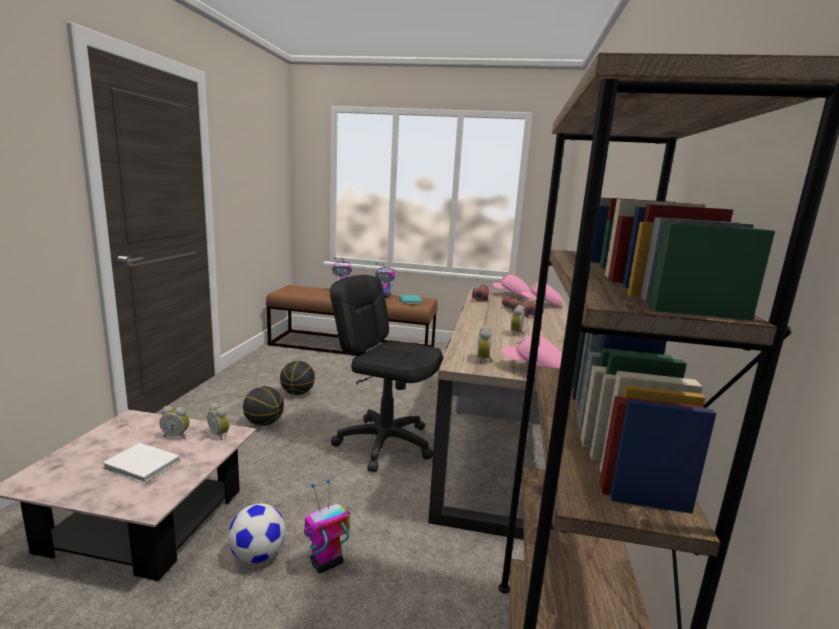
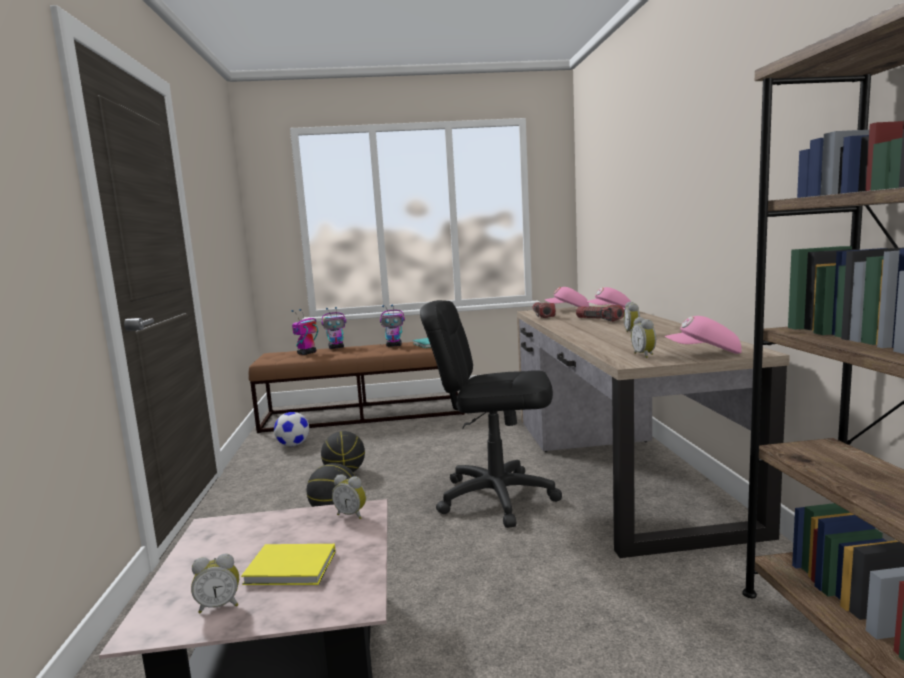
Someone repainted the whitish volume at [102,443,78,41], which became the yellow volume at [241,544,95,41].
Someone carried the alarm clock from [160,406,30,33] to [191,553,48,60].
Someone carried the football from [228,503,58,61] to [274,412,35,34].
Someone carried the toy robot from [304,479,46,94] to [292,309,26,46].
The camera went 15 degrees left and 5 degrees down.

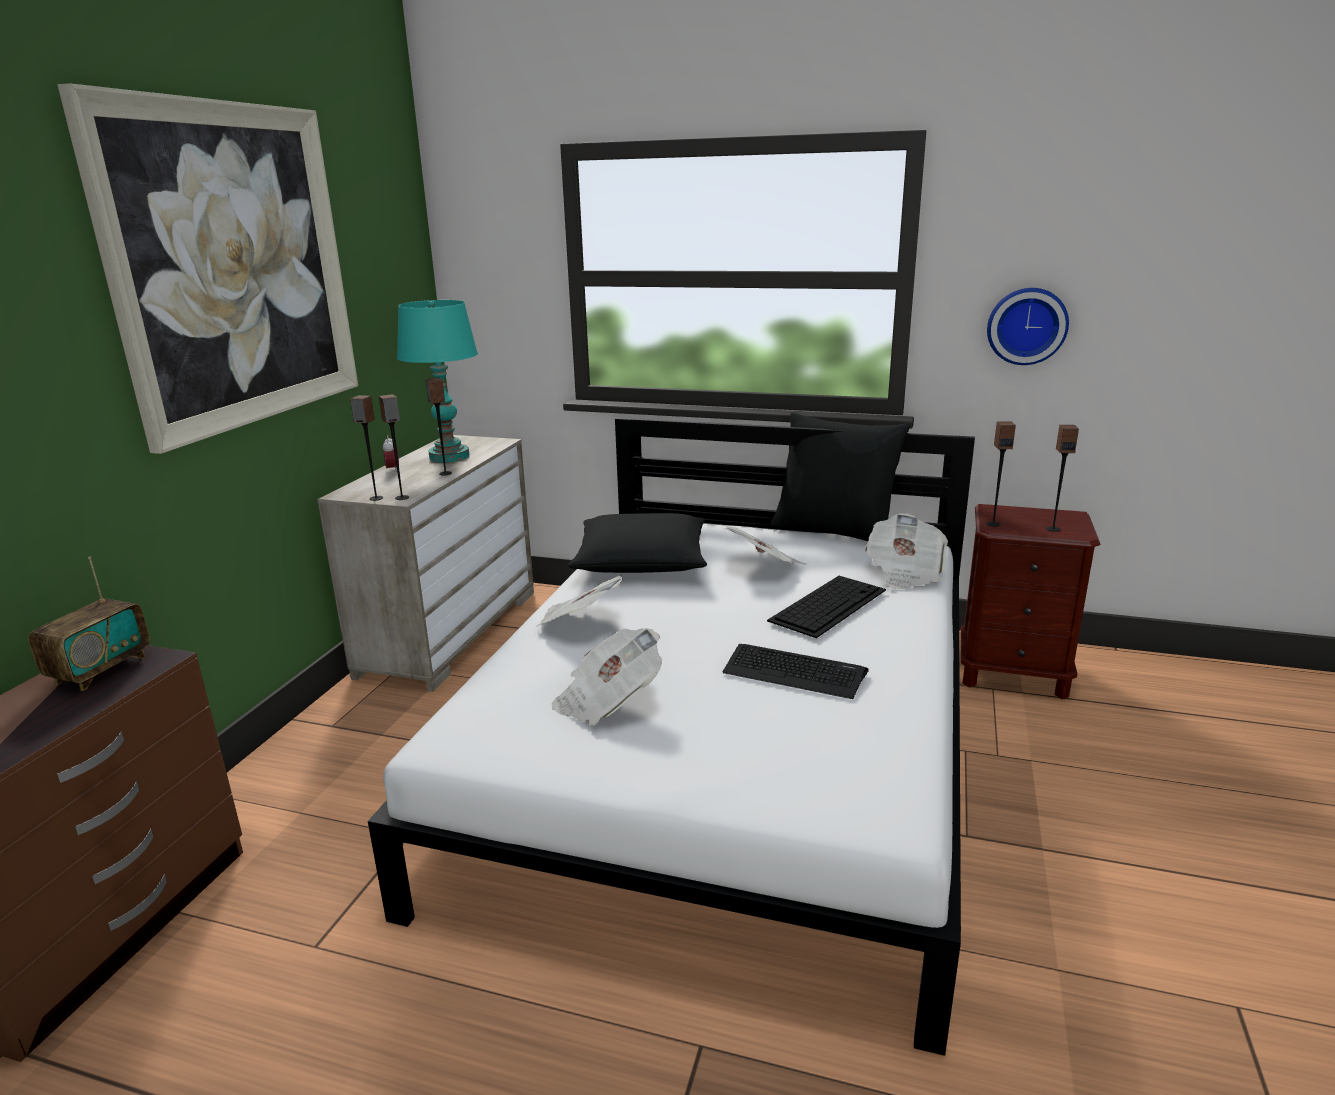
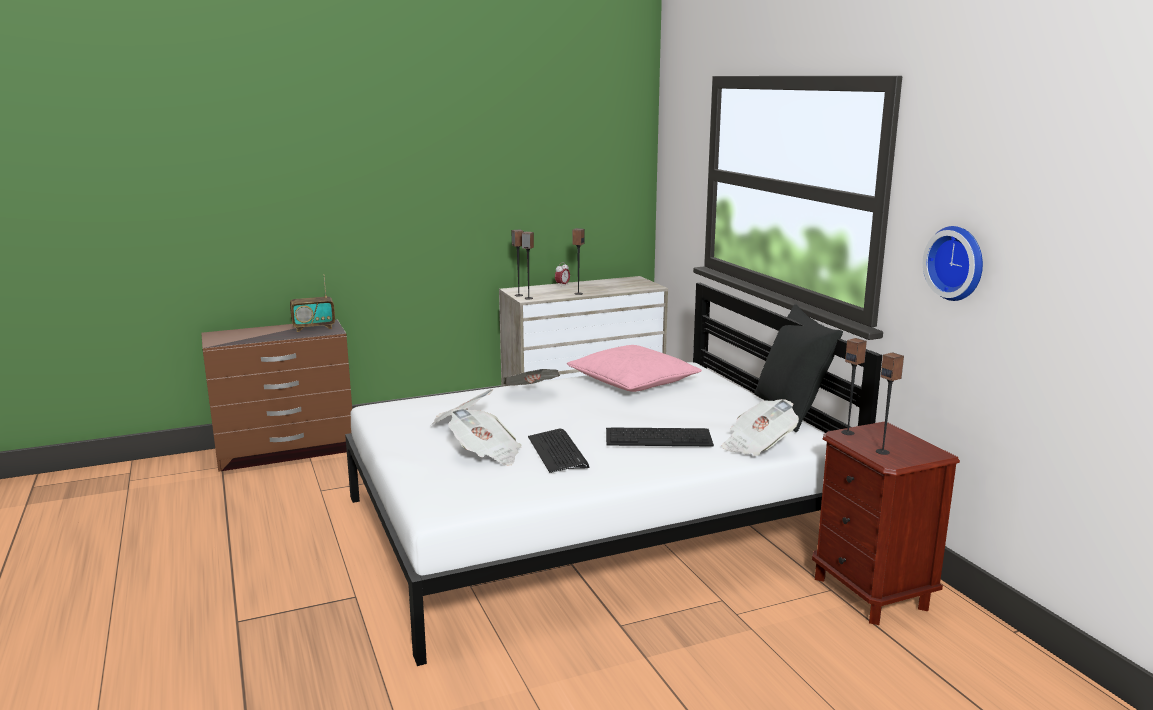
Someone took away the wall picture at [57,83,301,371].
Someone took away the turquoise lamp for a table at [397,300,81,162].
Someone repainted the blackish pillow at [568,513,139,60], which became the pinkish pillow at [567,345,135,47].
Someone carried the printed paper from [724,527,82,37] to [448,408,74,57].
The camera went 50 degrees right and 5 degrees down.

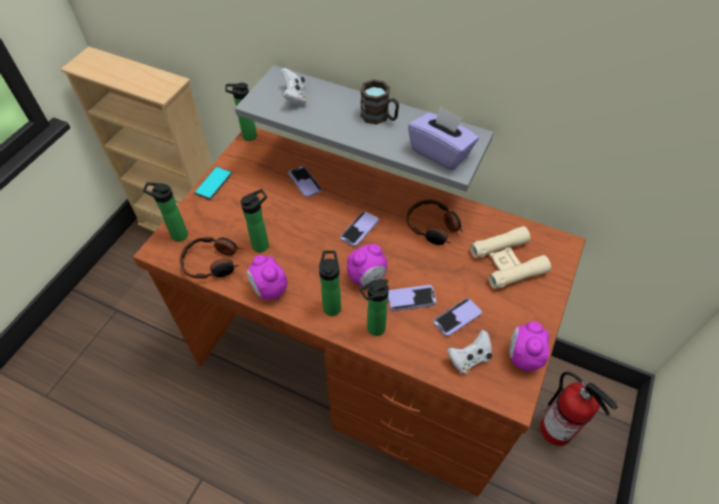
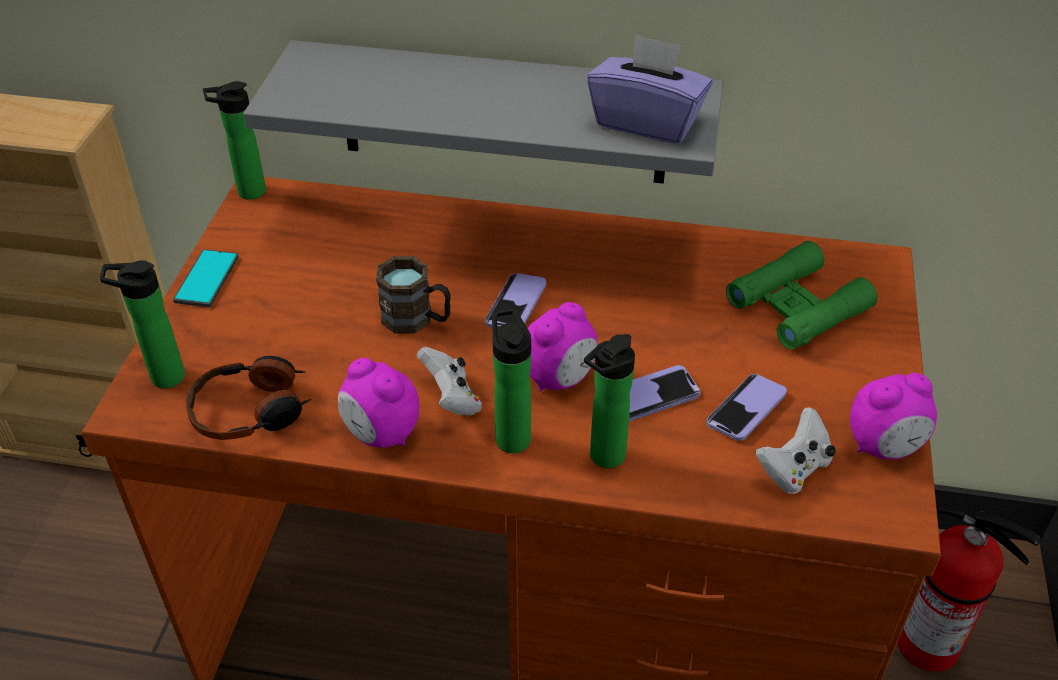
Someone took away the beverage bottle at [240,189,29,63].
Someone carried the whitish joypad from [281,68,25,38] to [417,347,65,68].
Someone took away the handset at [288,166,34,31].
Someone carried the brown tea mug from [360,79,39,46] to [376,256,75,77].
Someone took away the headphones at [406,199,57,46].
Someone repainted the beige-coloured binoculars at [470,226,81,63], which became the green binoculars at [726,241,152,109].
Someone rotated the alarm clock at [510,321,39,51] by 105 degrees counterclockwise.
The camera went 15 degrees left and 10 degrees down.

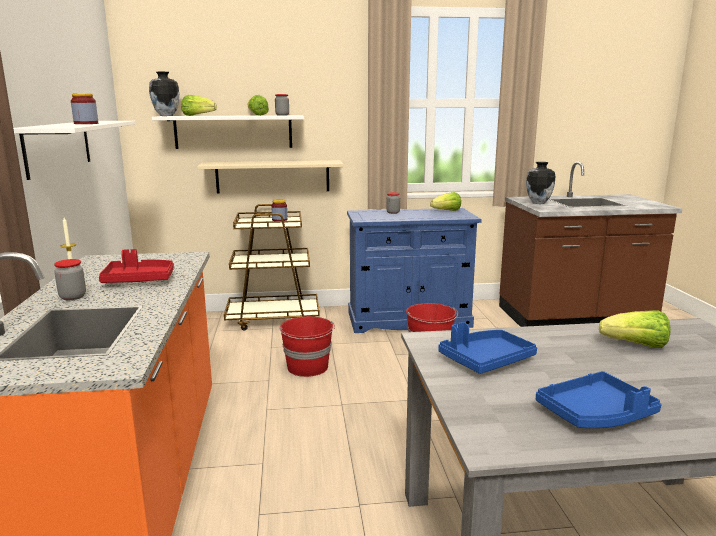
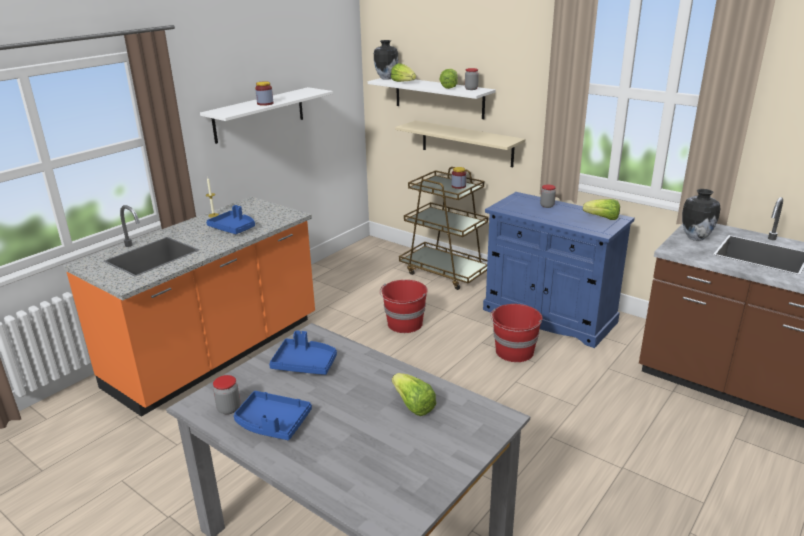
Someone carried the storage jar from [54,259,32,41] to [213,375,27,40].
Someone repainted the reddish tray at [99,249,75,34], which became the blue tray at [206,205,49,29].
The camera went 45 degrees right and 10 degrees up.

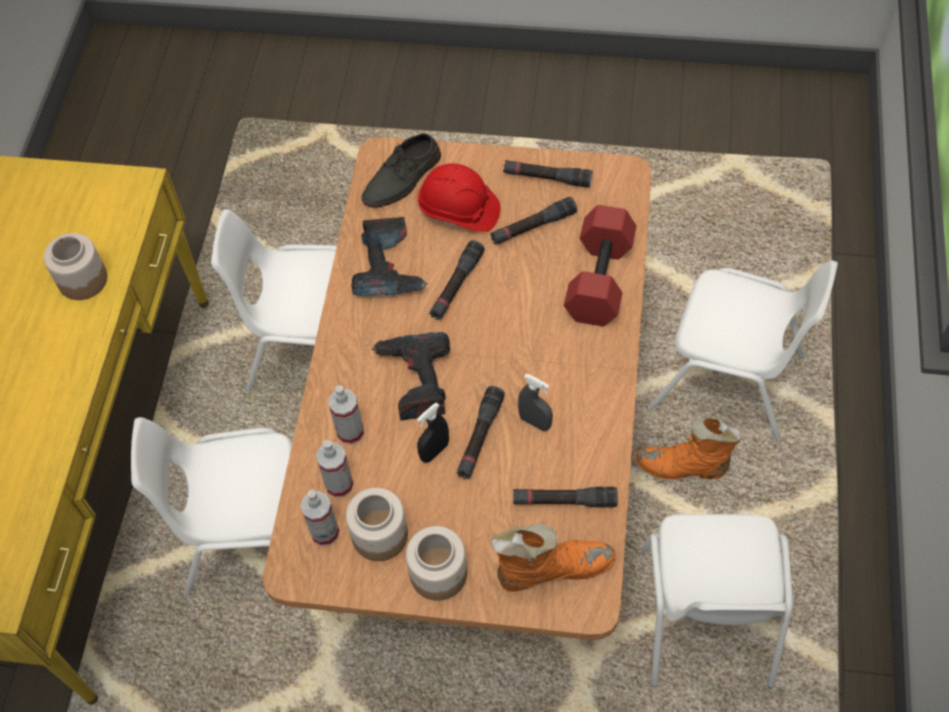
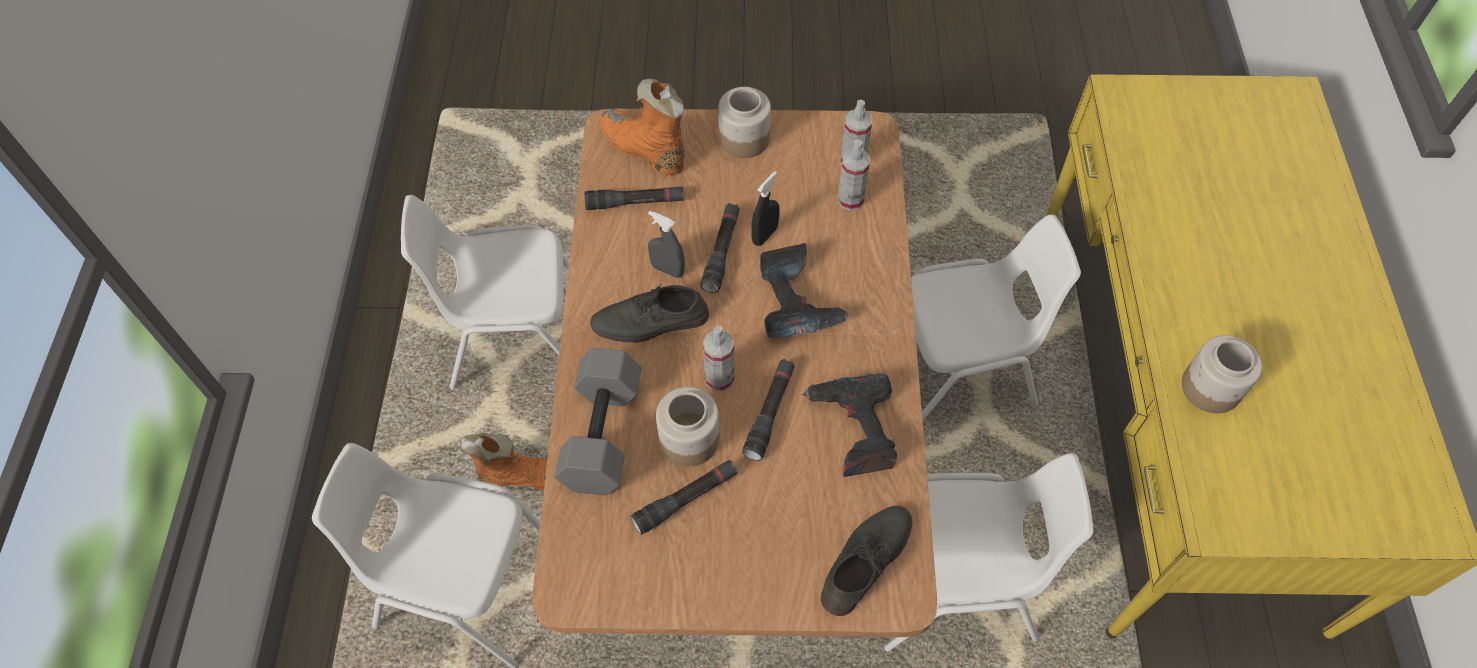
Someone carried the sprayer from [329,385,35,59] to [703,325,31,67].
Someone carried the storage jar from [346,488,62,73] to [656,387,63,79].
Someone took away the reddish hard hat at [418,164,83,68].
Someone rotated the orange-coloured tall boot at [491,523,125,69] by 60 degrees clockwise.
Someone took away the blackish hand torch at [503,160,90,28].
Someone repainted the reddish free weight at [564,205,73,121], which became the gray free weight at [554,348,88,147].
Someone rotated the whitish plain chair at [640,514,153,174] by 90 degrees counterclockwise.
Someone put down the gray low shoe at [590,284,119,59].
The camera went 170 degrees right and 0 degrees up.

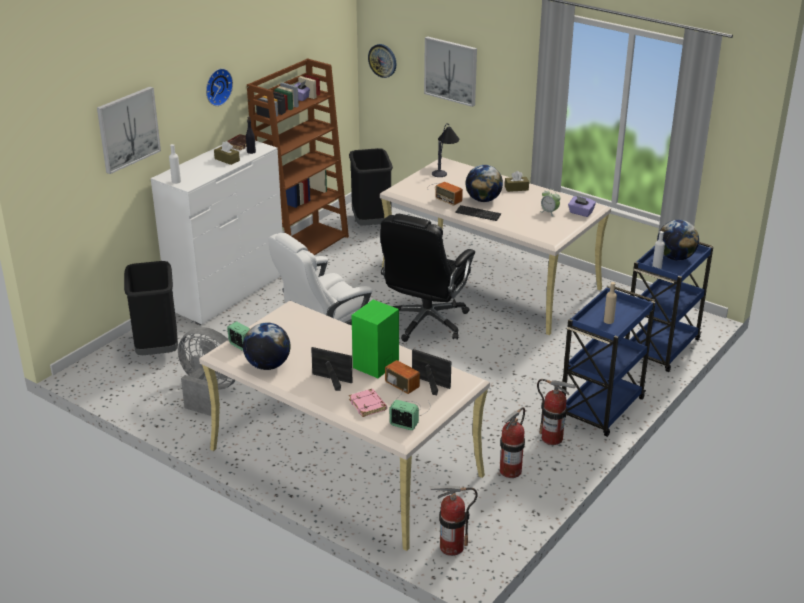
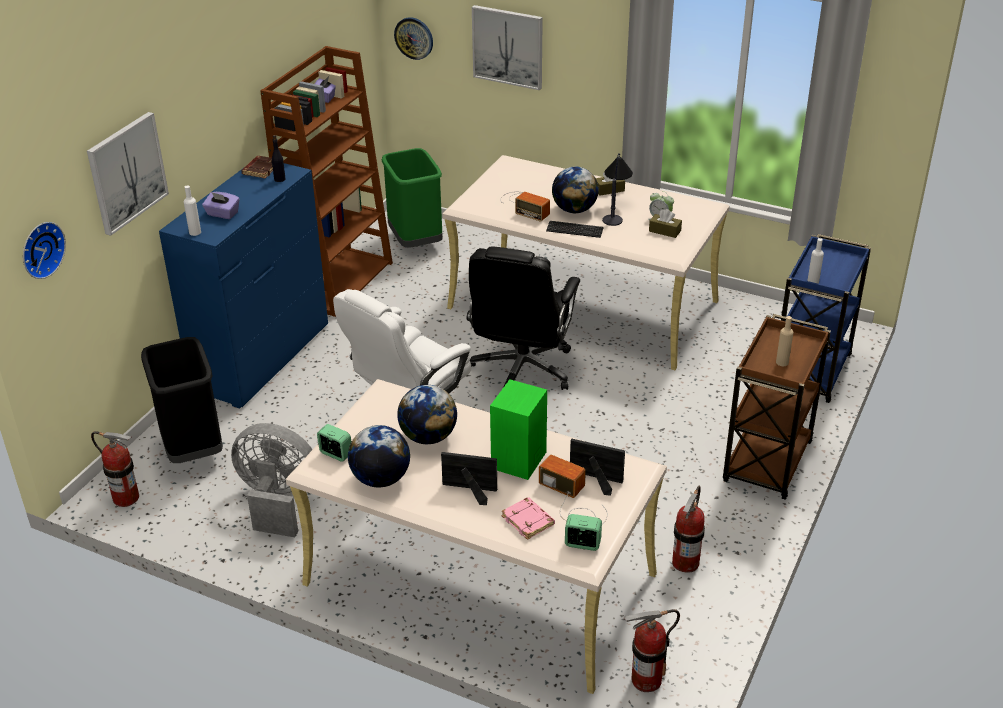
Someone repainted the whitish drawer chest at [151,141,132,185], which became the blue drawer chest at [159,163,169,246].
Someone carried the hanging clock from [206,68,27,38] to [23,222,43,57].
Someone carried the brown tissue holder from [214,141,26,24] to [649,209,33,29].
Someone repainted the blackish waste bin at [349,148,44,78], which became the green waste bin at [382,148,61,100].
Someone carried the lamp for a table from [432,123,27,54] to [602,153,31,73].
Someone carried the extinguisher from [537,379,40,66] to [91,431,48,76].
Someone repainted the blue wheeled cart at [562,286,93,151], which became the brown wheeled cart at [723,314,108,186].
Someone carried the purple-coloured tissue holder from [568,196,28,21] to [202,192,37,27].
Someone carried the desk globe from [657,220,42,41] to [397,385,60,59].
The camera went 10 degrees left and 5 degrees up.

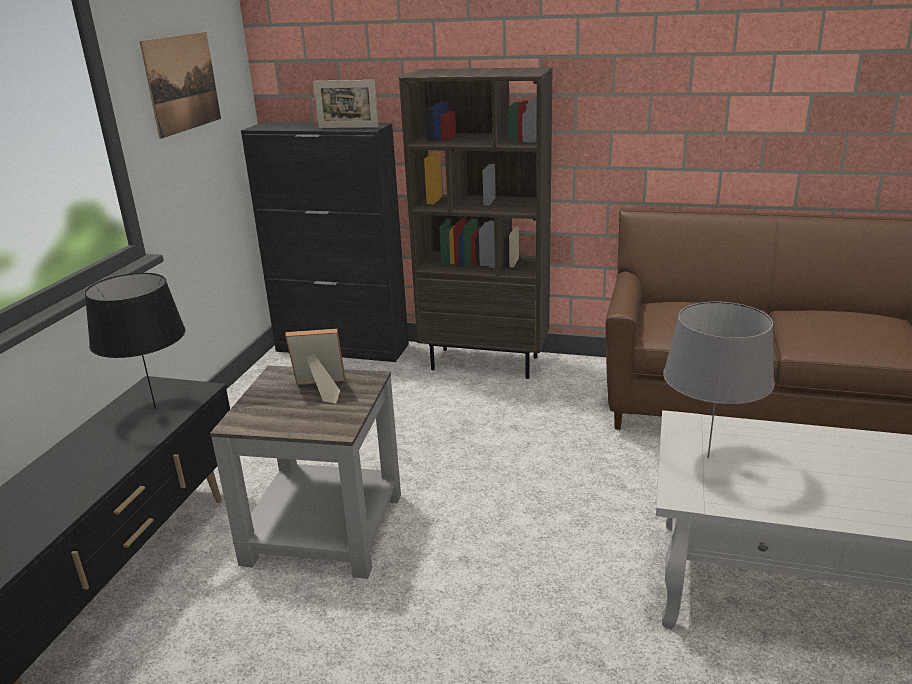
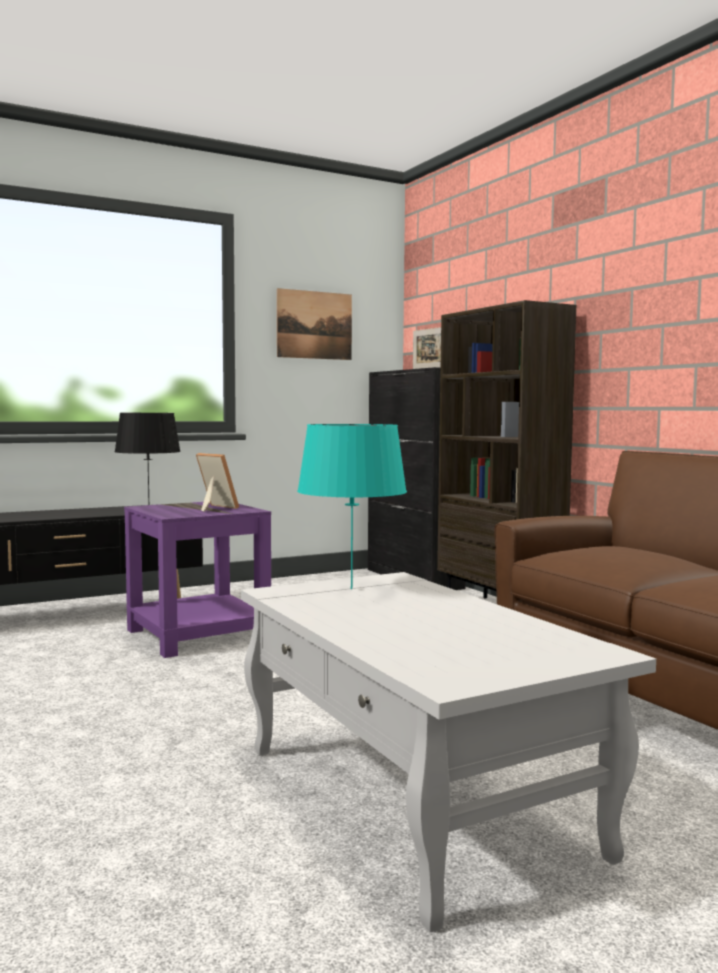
Someone repainted the gray end table at [210,365,191,214], which became the purple-coloured end table at [124,502,147,156].
Someone repainted the gray lamp for a table at [663,302,112,156], which became the turquoise lamp for a table at [297,424,110,165].
The camera went 45 degrees right and 20 degrees down.

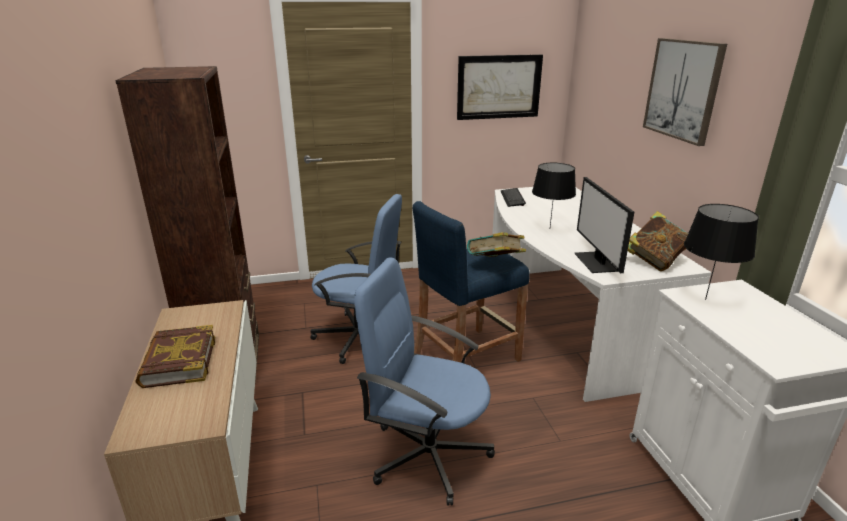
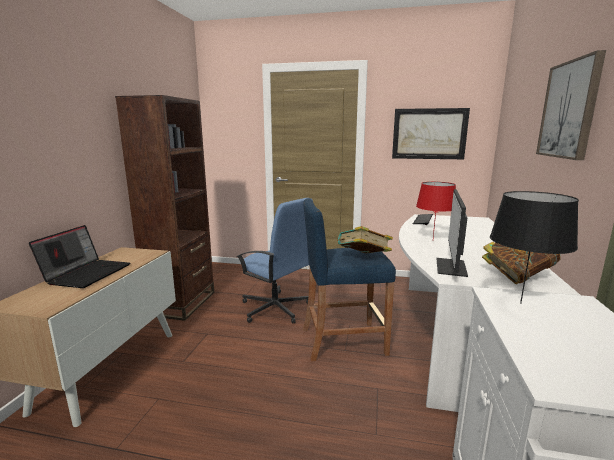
Someone swapped the volume at [136,325,79,63] for the notebook computer at [29,225,101,63].
Someone took away the blue computer chair at [354,258,141,248].
Someone repainted the blackish lamp for a table at [532,163,44,63], which became the reddish lamp for a table at [416,182,40,56].
The camera went 25 degrees right and 10 degrees down.

